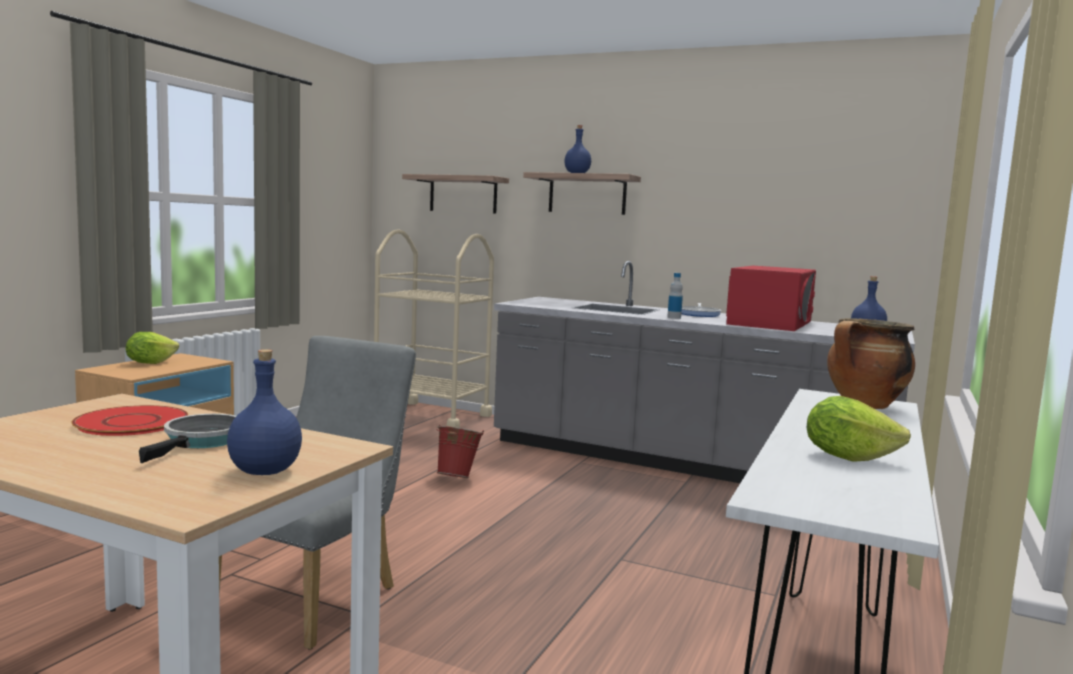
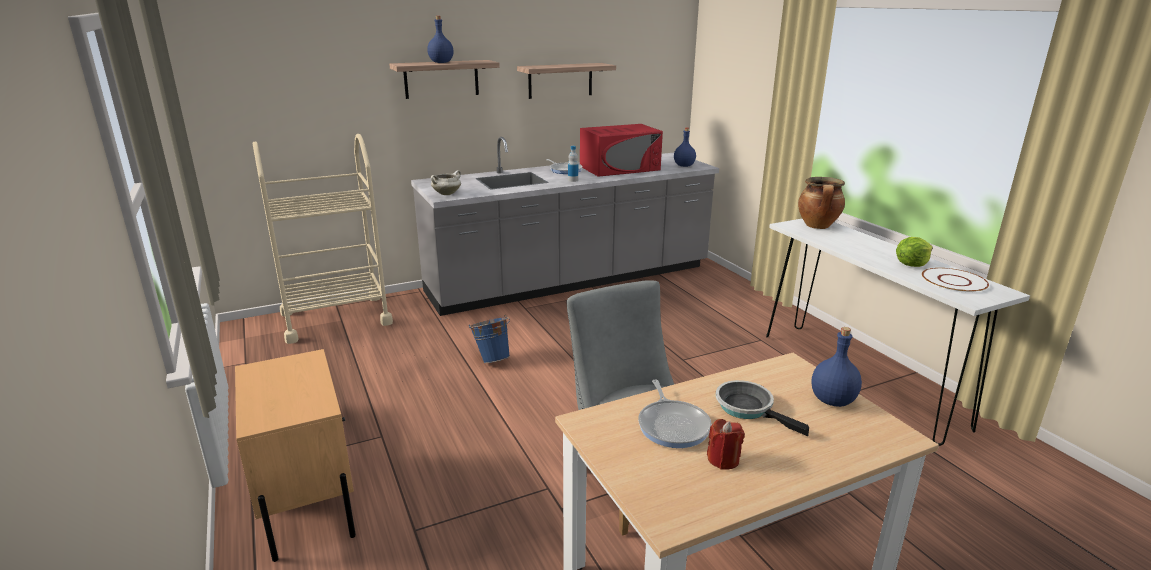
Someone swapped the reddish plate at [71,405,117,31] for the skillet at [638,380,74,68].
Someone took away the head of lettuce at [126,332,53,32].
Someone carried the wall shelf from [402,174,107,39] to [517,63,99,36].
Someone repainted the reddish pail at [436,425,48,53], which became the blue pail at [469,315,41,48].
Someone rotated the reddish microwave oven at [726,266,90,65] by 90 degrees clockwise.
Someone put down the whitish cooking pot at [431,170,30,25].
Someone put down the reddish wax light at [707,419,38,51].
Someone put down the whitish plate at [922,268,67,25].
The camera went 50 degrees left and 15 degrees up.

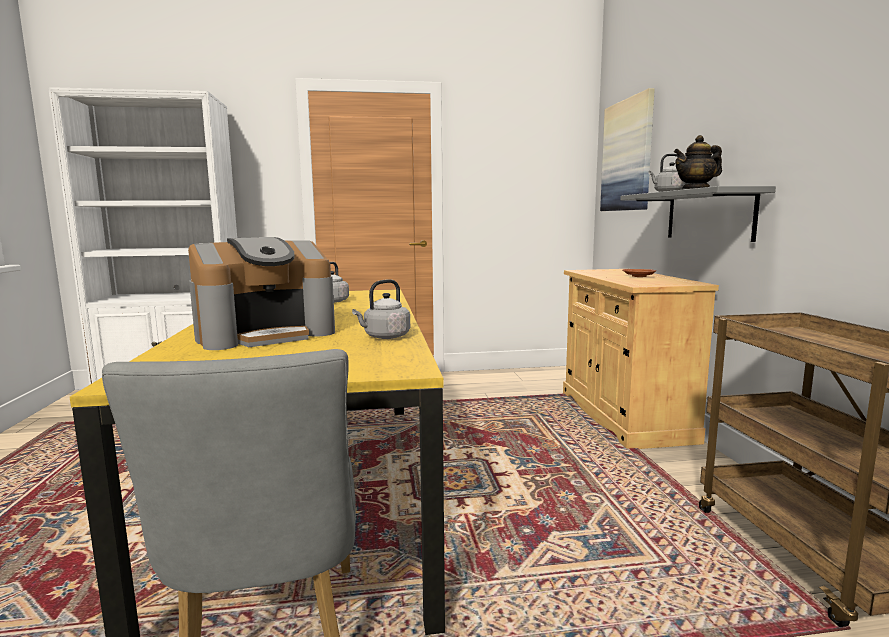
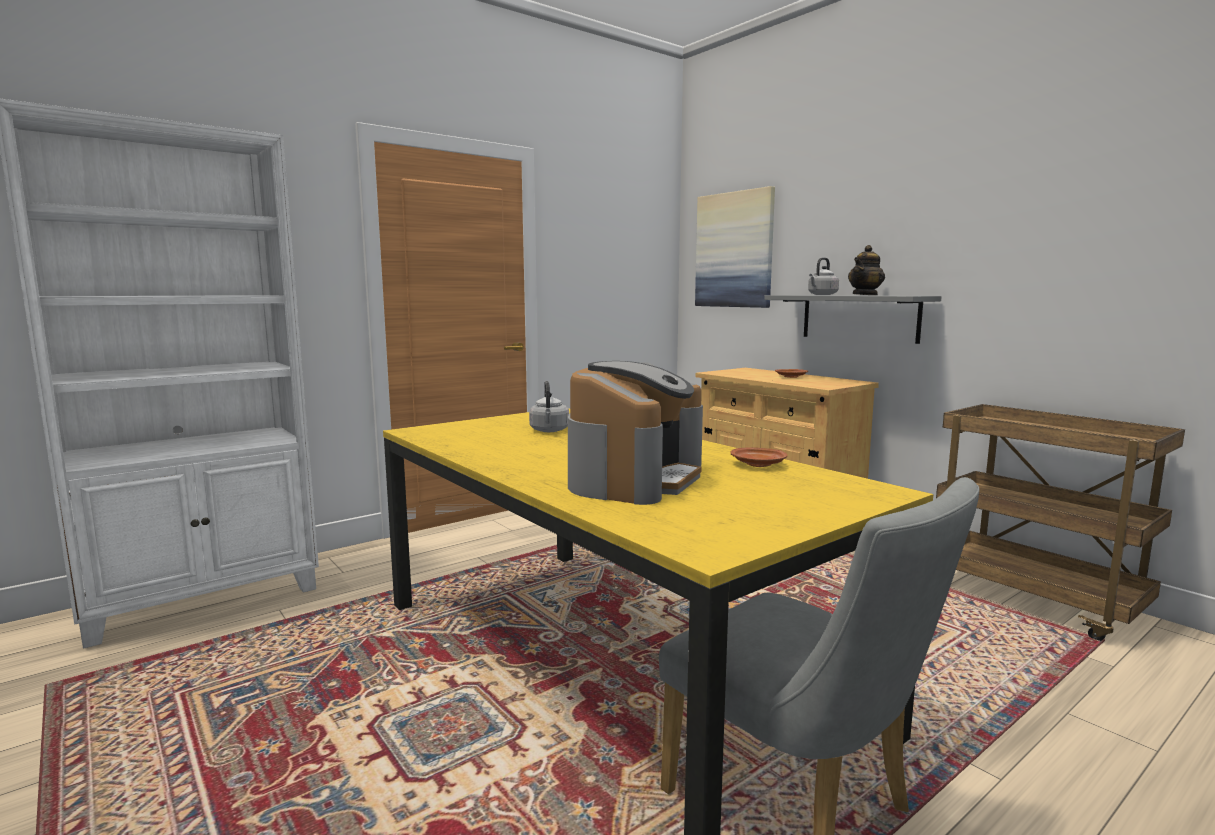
Someone swapped the gray kettle at [352,279,58,60] for the brown plate at [730,447,57,20].
The camera went 30 degrees left and 0 degrees up.

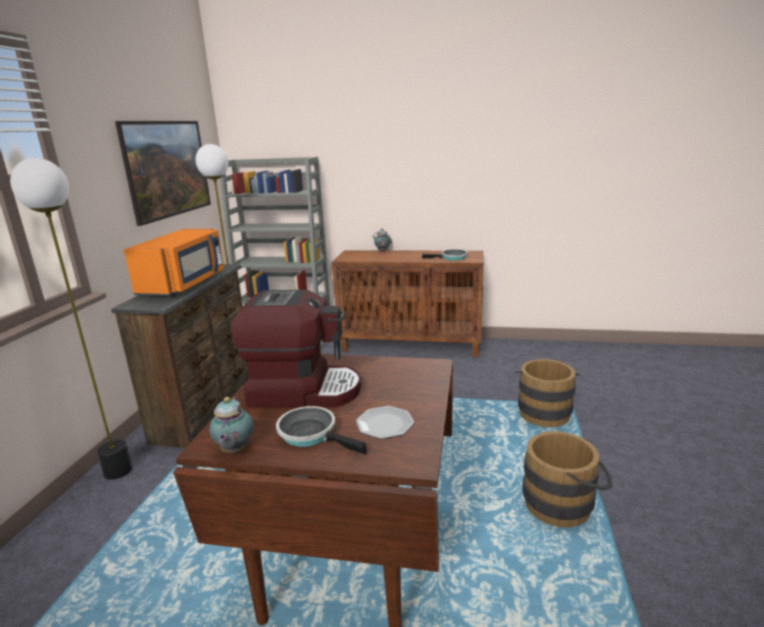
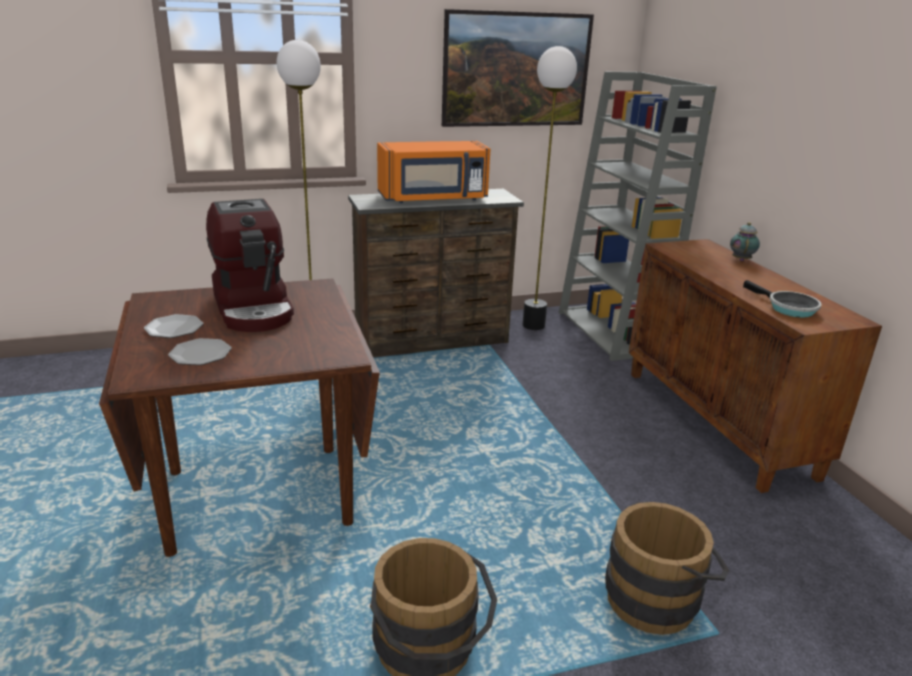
Someone took away the tea pot at [209,397,45,56].
Someone swapped the skillet at [276,406,91,48] for the plate at [144,314,59,24].
The camera went 60 degrees right and 5 degrees up.

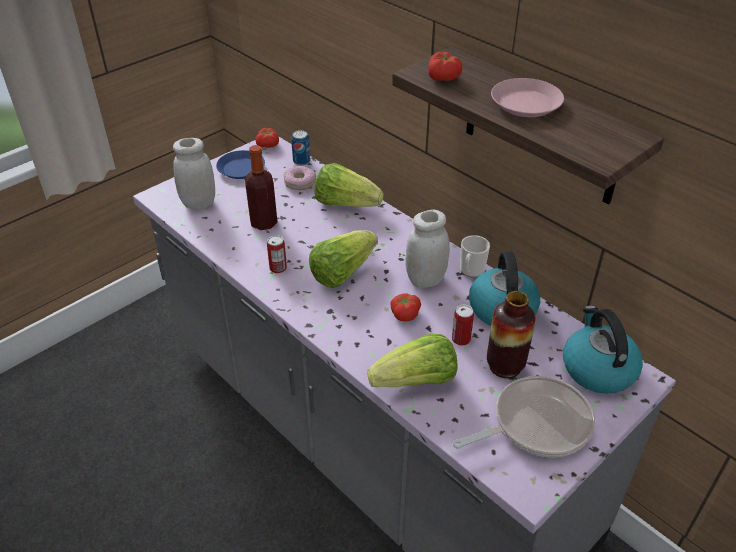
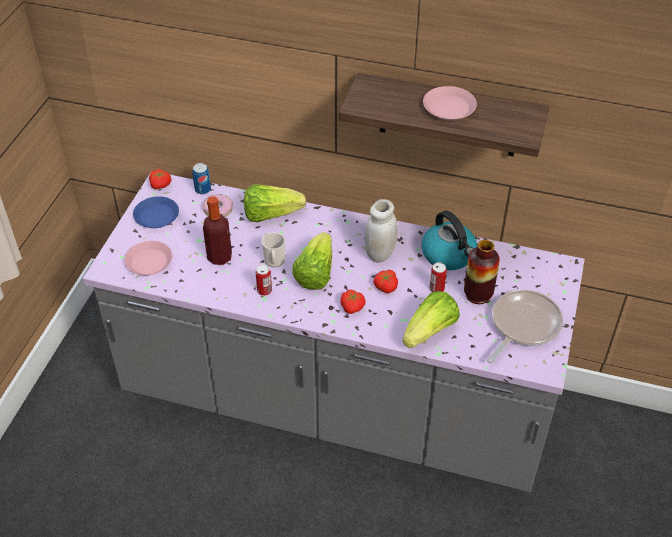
Someone swapped the whitish storage jar at [173,138,42,71] for the pinkish plate at [124,241,48,34].
Someone carried the fresh tomato from [428,52,34,29] to [341,290,25,24].
Someone carried the tea mug from [460,235,30,42] to [261,232,25,35].
Someone took away the kettle at [563,306,80,88].
The camera went 30 degrees left and 5 degrees up.

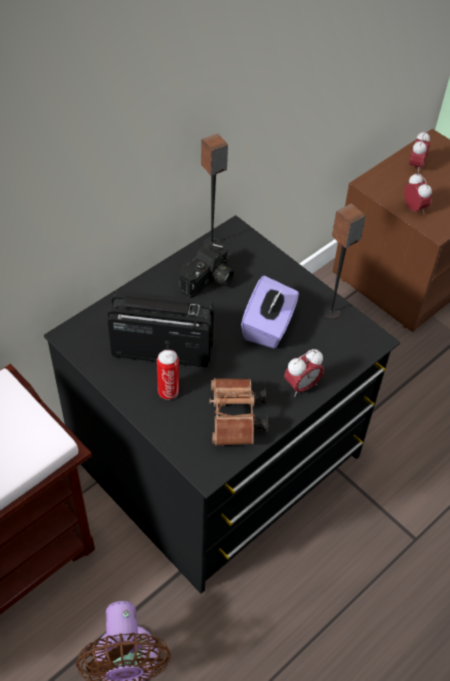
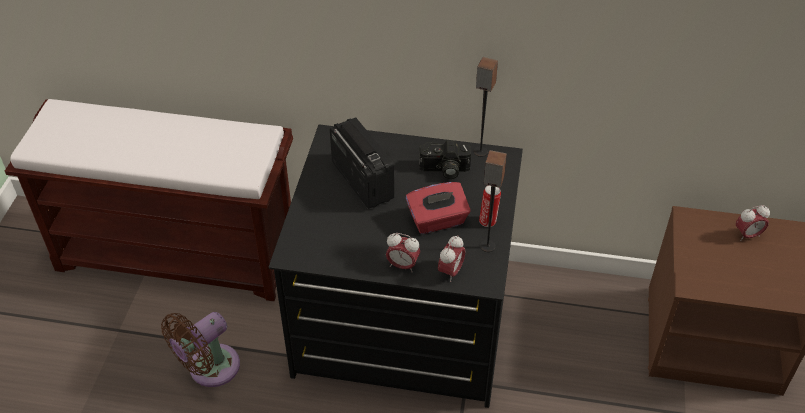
Someone carried the metal can from [157,350,22,50] to [479,185,22,42].
Someone took away the brown binoculars at [210,378,58,68].
Someone repainted the purple-coloured tissue holder at [241,276,58,72], which became the reddish tissue holder at [406,182,65,52].
Someone carried the alarm clock from [404,173,28,41] to [438,235,28,47].
The camera went 55 degrees right and 5 degrees down.

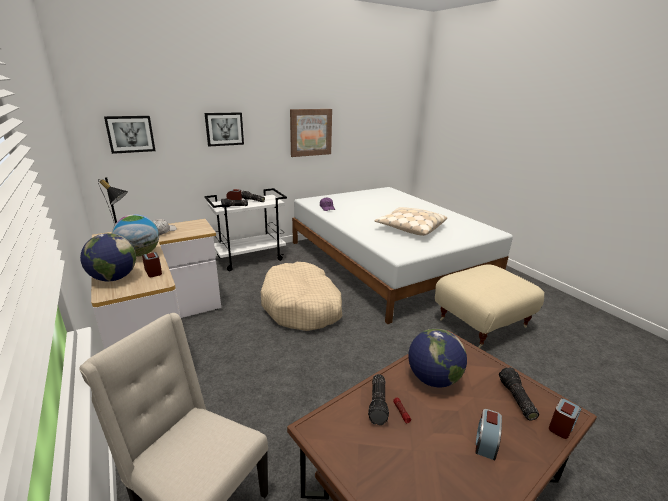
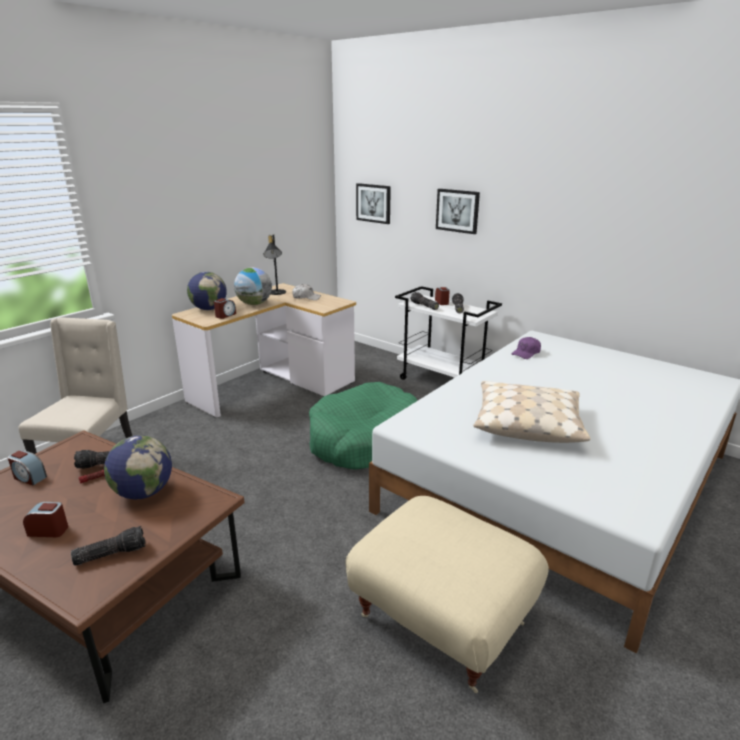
Someone repainted the beige-coloured pet bed at [261,262,81,69], which became the green pet bed at [309,382,108,88].
Someone took away the wall picture at [290,109,42,48].
Someone carried the alarm clock from [549,398,32,41] to [8,450,39,35].
The camera went 70 degrees right and 0 degrees up.

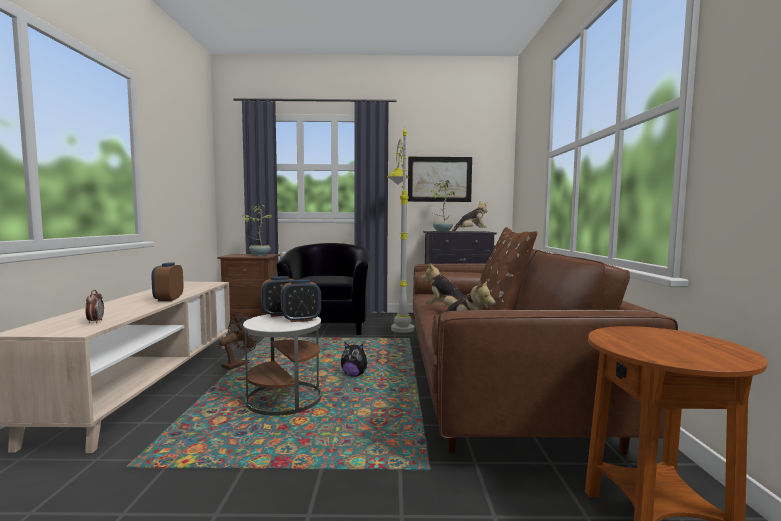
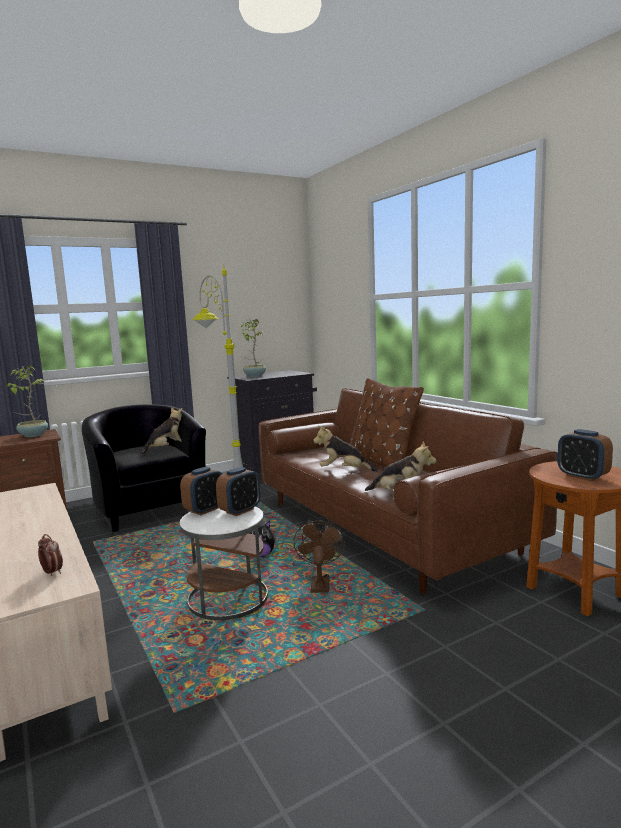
Someone carried the alarm clock from [152,262,31,39] to [557,429,56,52].
Someone carried the brown electric fan from [219,314,38,56] to [293,521,52,72].
Someone took away the wall picture at [408,157,64,45].
Someone carried the cuddly toy from [452,201,36,31] to [141,407,42,48].
The camera went 30 degrees left and 5 degrees up.

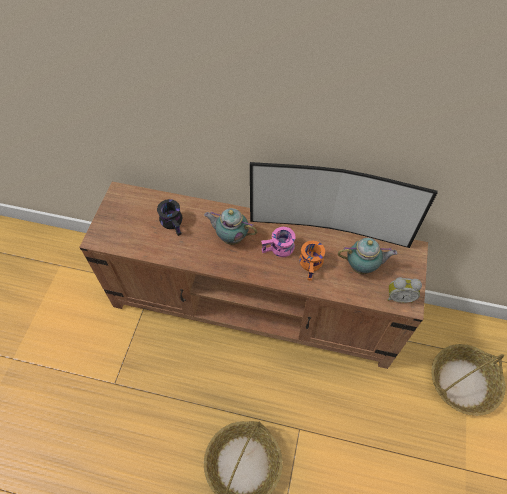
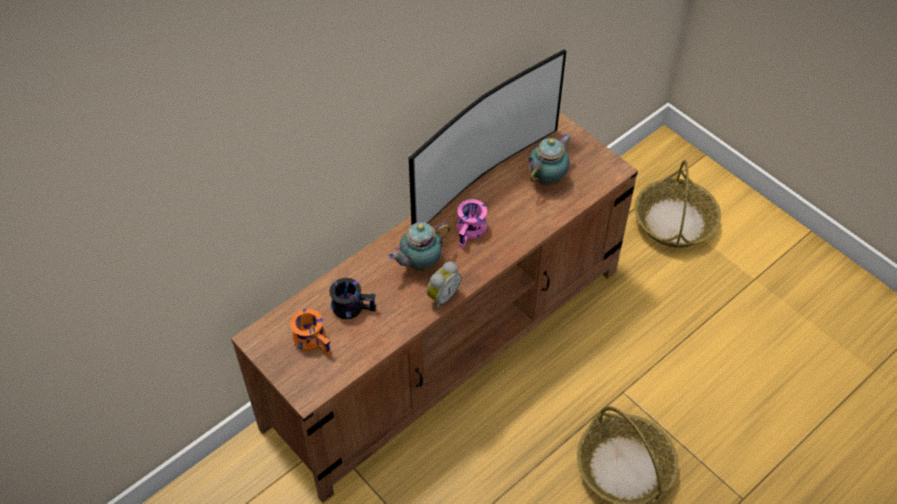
Someone carried the orange-coloured tea mug from [299,240,26,41] to [290,309,42,47].
Someone carried the alarm clock from [387,277,35,26] to [427,261,34,48].
The camera went 55 degrees left and 5 degrees down.

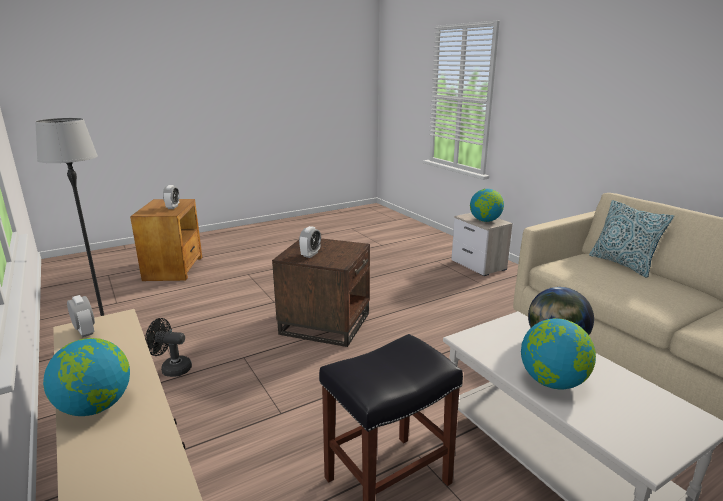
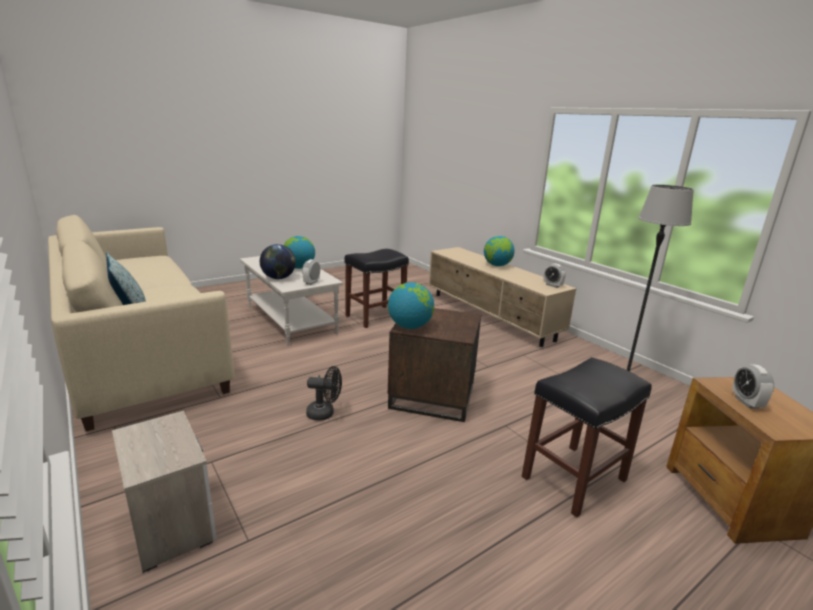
Someone carried the blackish electric fan from [145,318,47,59] to [306,366,36,55].
Someone carried the alarm clock from [299,226,22,32] to [302,259,18,26].
Someone carried the desk globe from [470,189,34,33] to [388,282,46,47].
Someone put down the blackish sitting stool at [522,357,130,160].
The camera went 175 degrees right and 0 degrees up.

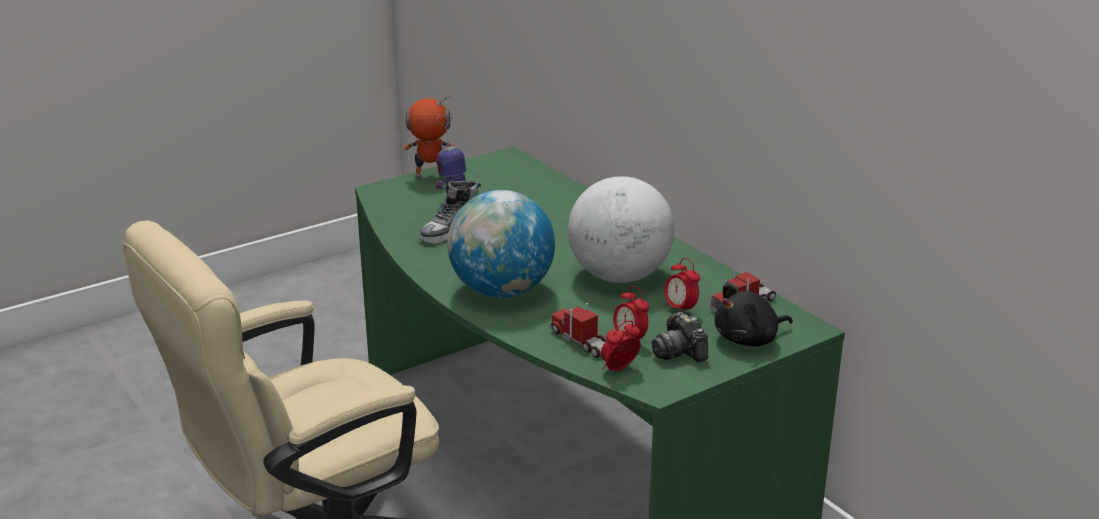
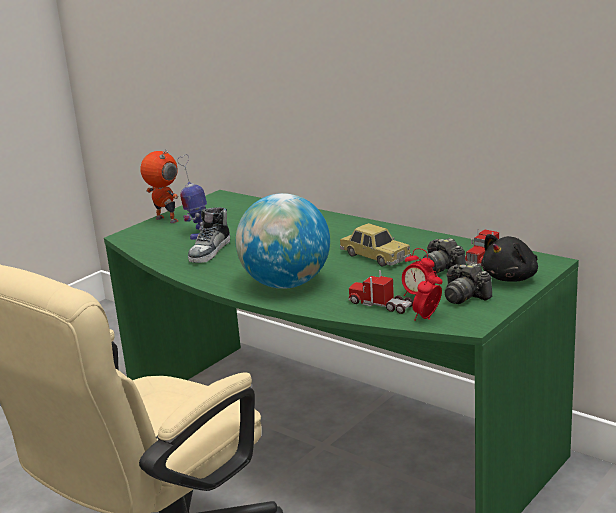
Someone rotated the toy robot at [403,95,53,84] by 60 degrees clockwise.
Someone swapped the desk globe at [568,176,106,107] for the miniature car at [340,223,71,44].
Someone swapped the alarm clock at [664,258,36,55] for the still camera at [421,238,45,36].
The camera went 15 degrees left and 5 degrees down.

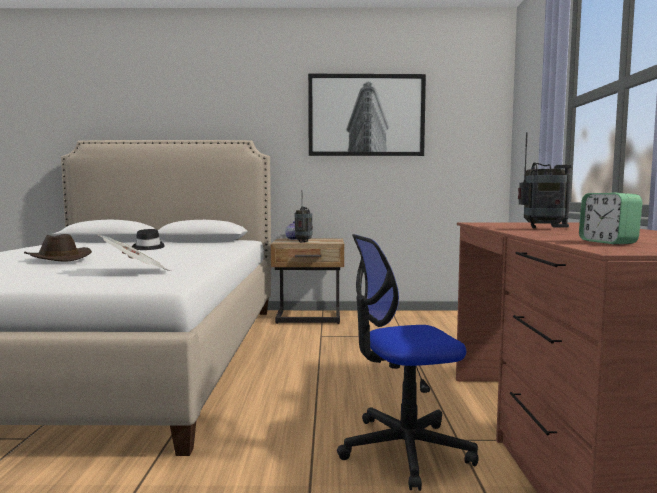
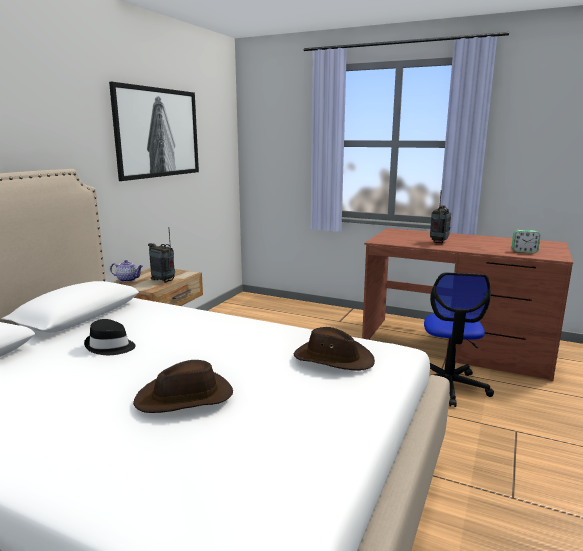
Someone swapped the printed paper at [95,233,76,38] for the brown wearable hat at [294,327,81,44].
The camera went 65 degrees left and 10 degrees up.

